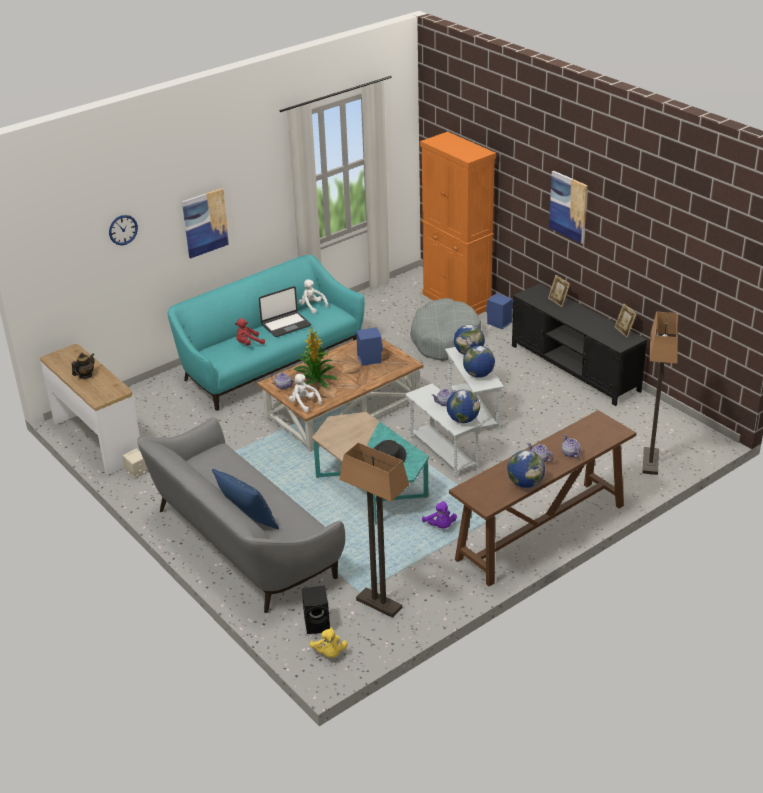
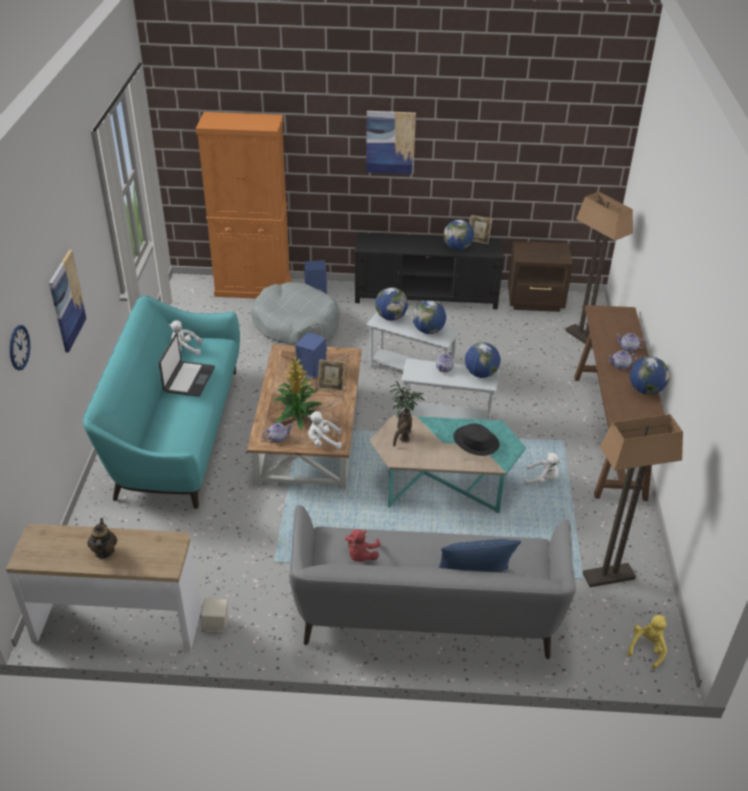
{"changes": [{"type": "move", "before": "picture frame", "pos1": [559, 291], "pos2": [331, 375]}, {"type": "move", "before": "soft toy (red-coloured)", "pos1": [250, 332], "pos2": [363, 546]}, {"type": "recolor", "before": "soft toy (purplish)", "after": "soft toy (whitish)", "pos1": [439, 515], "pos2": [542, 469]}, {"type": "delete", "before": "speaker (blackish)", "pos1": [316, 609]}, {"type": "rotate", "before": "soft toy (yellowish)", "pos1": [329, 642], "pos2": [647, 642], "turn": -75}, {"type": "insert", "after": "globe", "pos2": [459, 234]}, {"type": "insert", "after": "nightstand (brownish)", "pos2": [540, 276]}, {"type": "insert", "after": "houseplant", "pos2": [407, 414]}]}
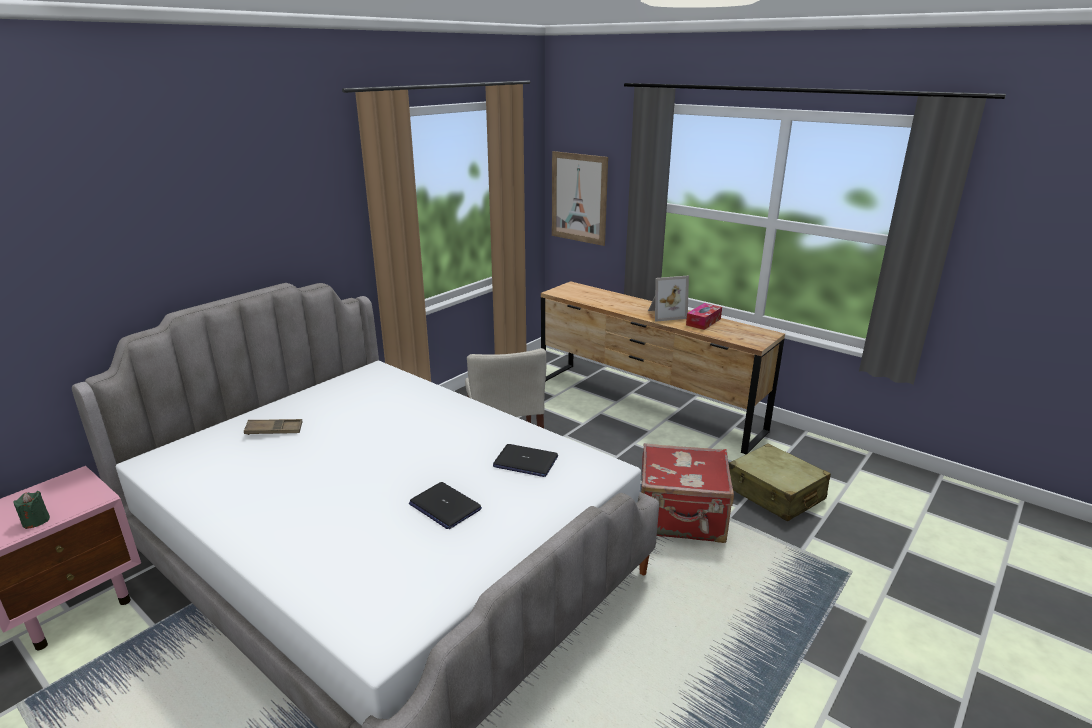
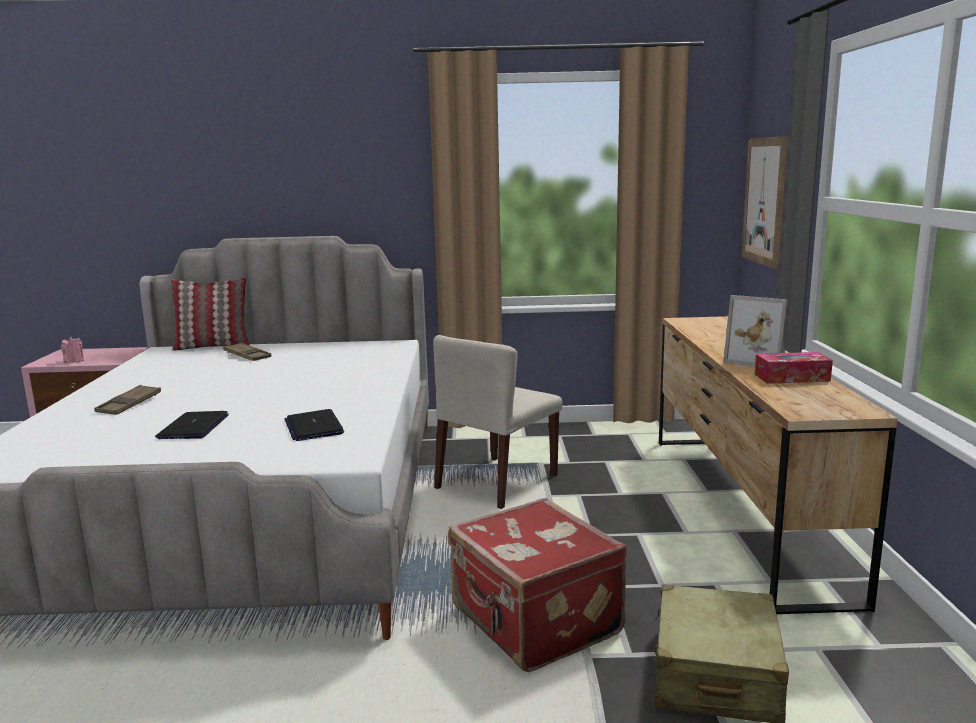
{"changes": [{"type": "recolor", "before": "candle (green-coloured)", "after": "candle (pink-coloured)", "pos1": [31, 510], "pos2": [72, 349]}, {"type": "insert", "after": "cushion", "pos2": [210, 314]}, {"type": "insert", "after": "tray (brownish)", "pos2": [127, 400]}]}
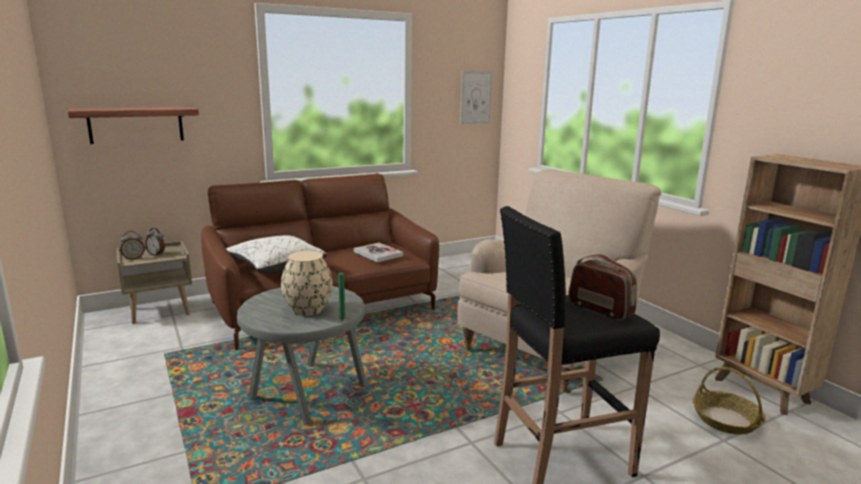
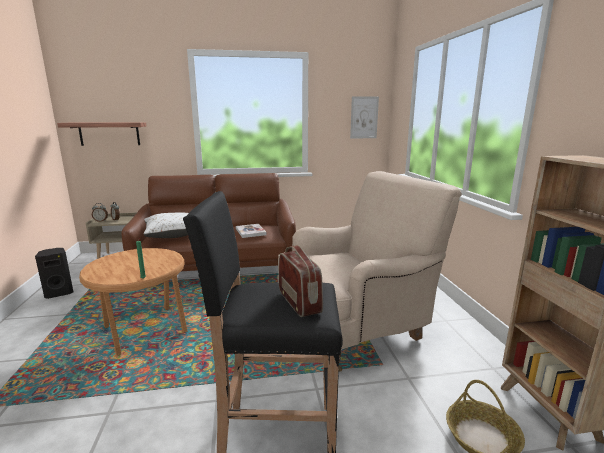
{"changes": [{"type": "delete", "before": "vase (beige-coloured)", "pos1": [307, 283]}, {"type": "recolor", "before": "side table (gray)", "after": "side table (brownish)", "pos1": [302, 355], "pos2": [133, 302]}, {"type": "insert", "after": "speaker (blackish)", "pos2": [54, 273]}]}
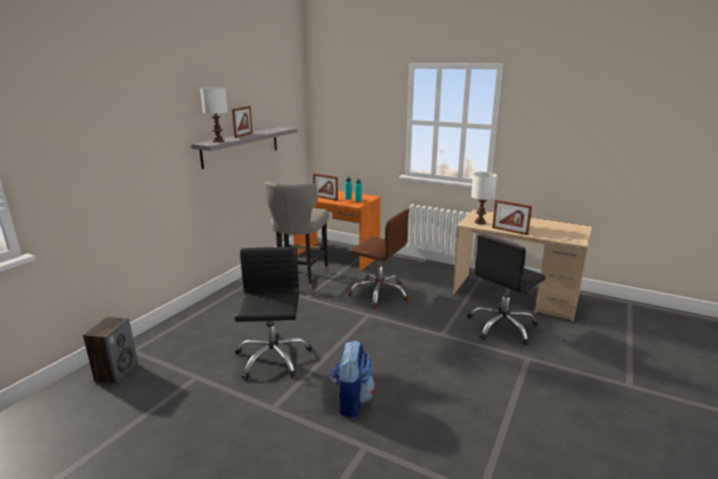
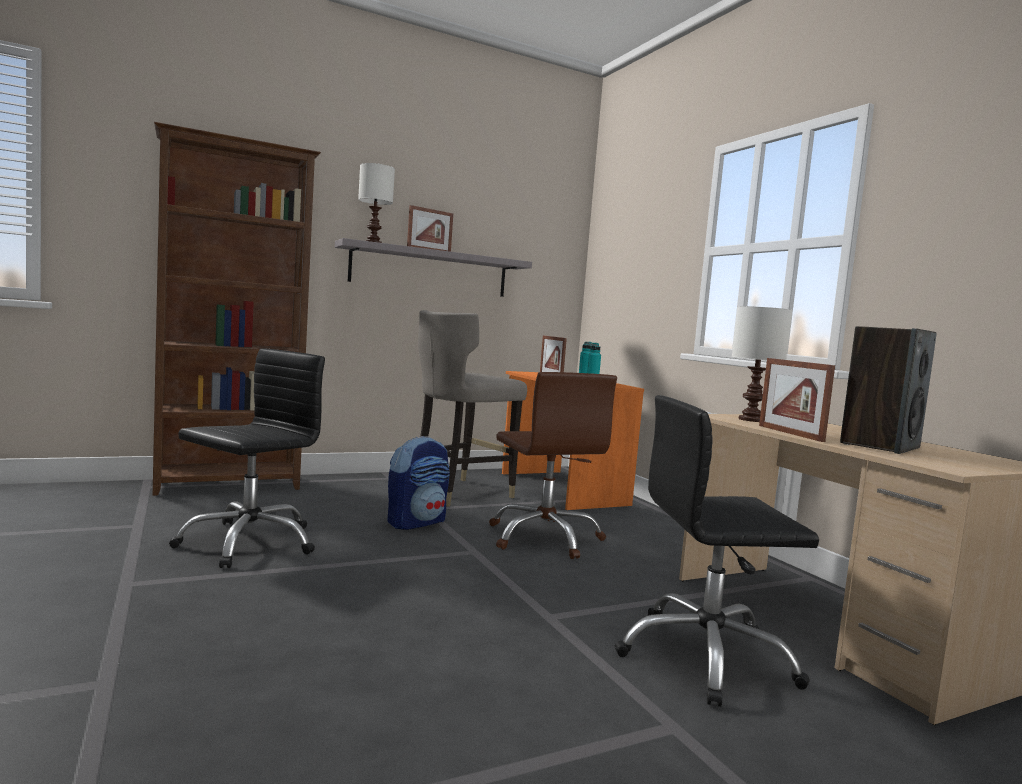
{"changes": [{"type": "move", "before": "speaker", "pos1": [110, 351], "pos2": [888, 390]}, {"type": "move", "before": "backpack", "pos1": [352, 379], "pos2": [418, 483]}, {"type": "insert", "after": "shelving unit (brownish)", "pos2": [237, 309]}]}
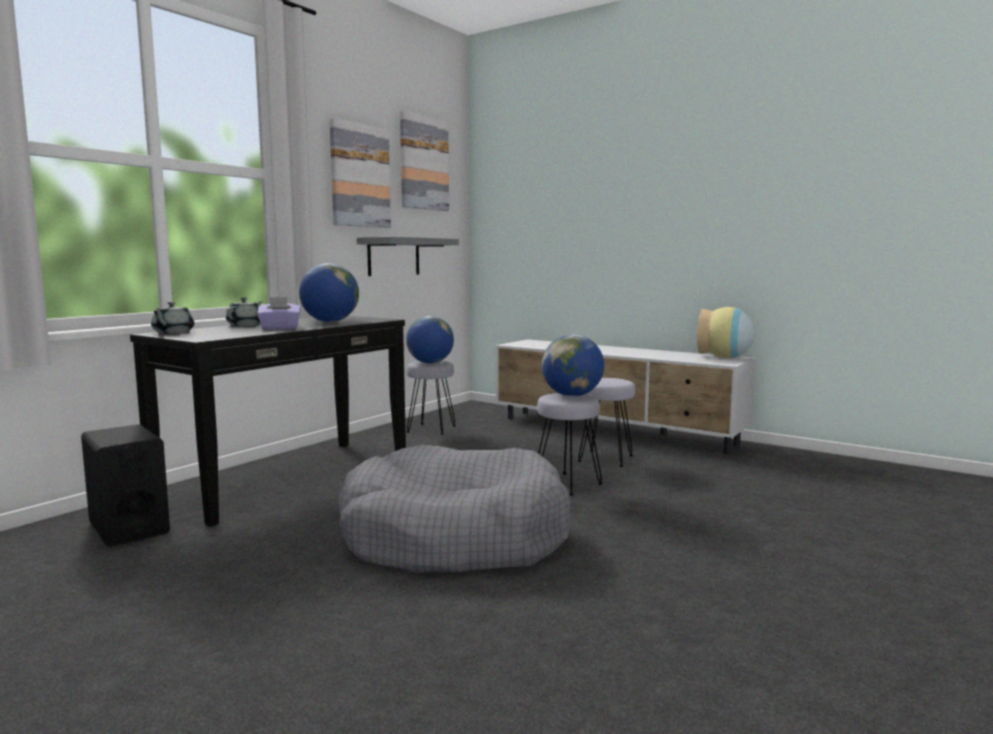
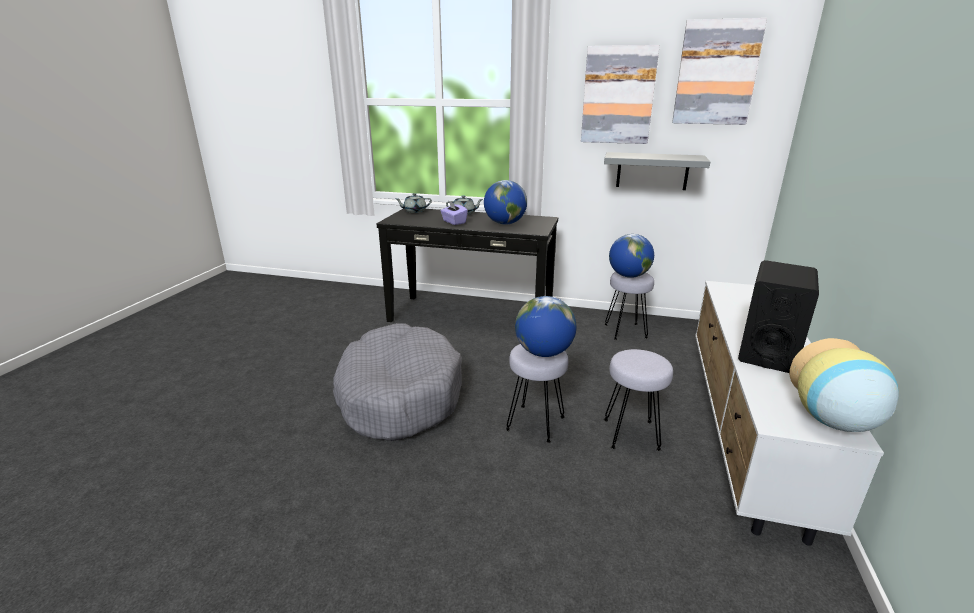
{"changes": [{"type": "move", "before": "speaker (blackish)", "pos1": [125, 485], "pos2": [778, 316]}]}
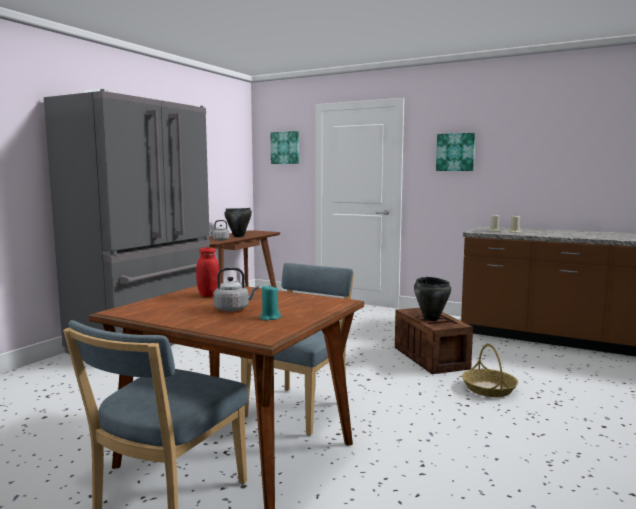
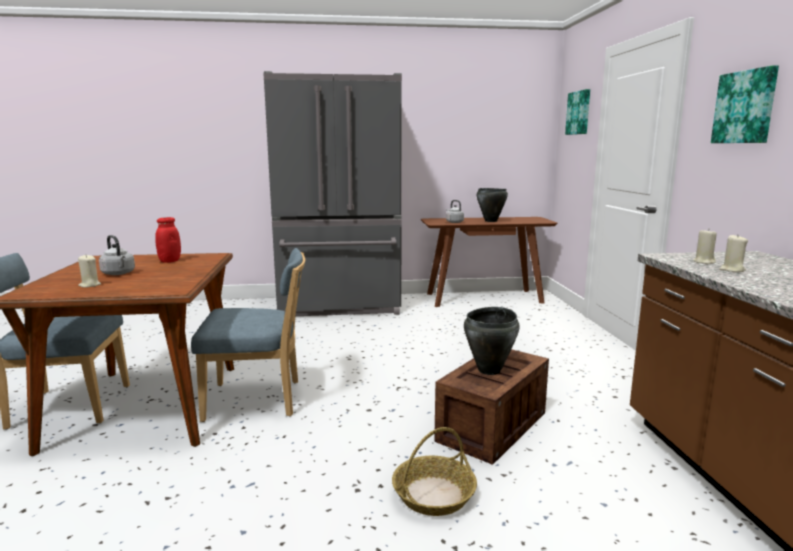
{"changes": [{"type": "recolor", "before": "candle (blue-green)", "after": "candle (beige-coloured)", "pos1": [270, 302], "pos2": [89, 271]}]}
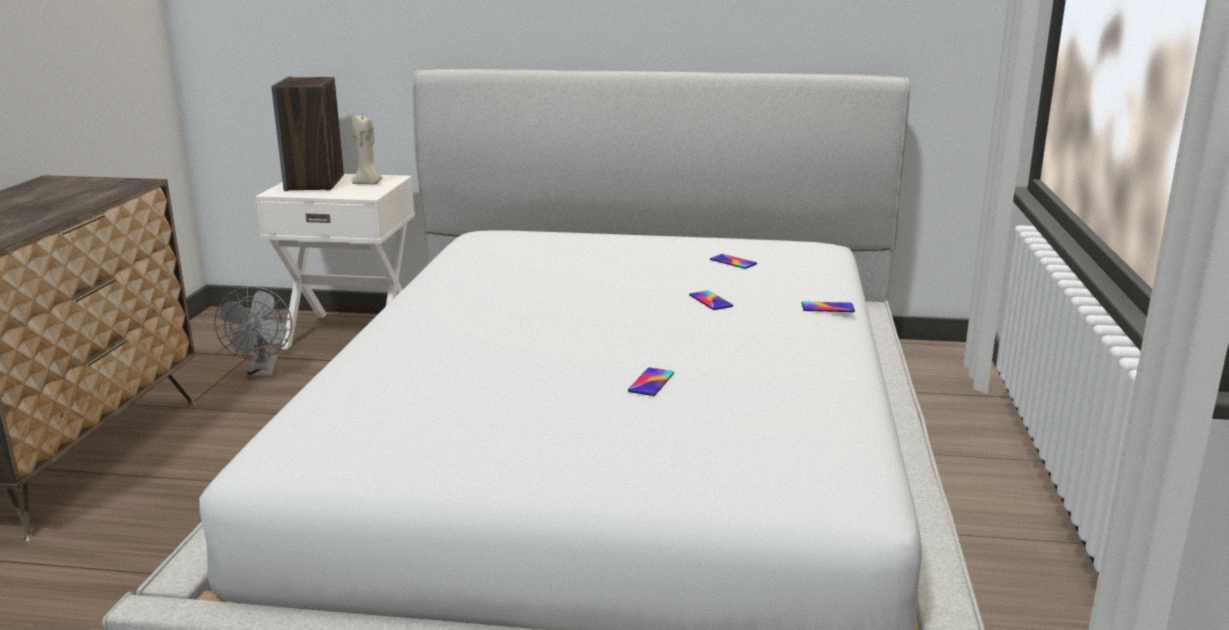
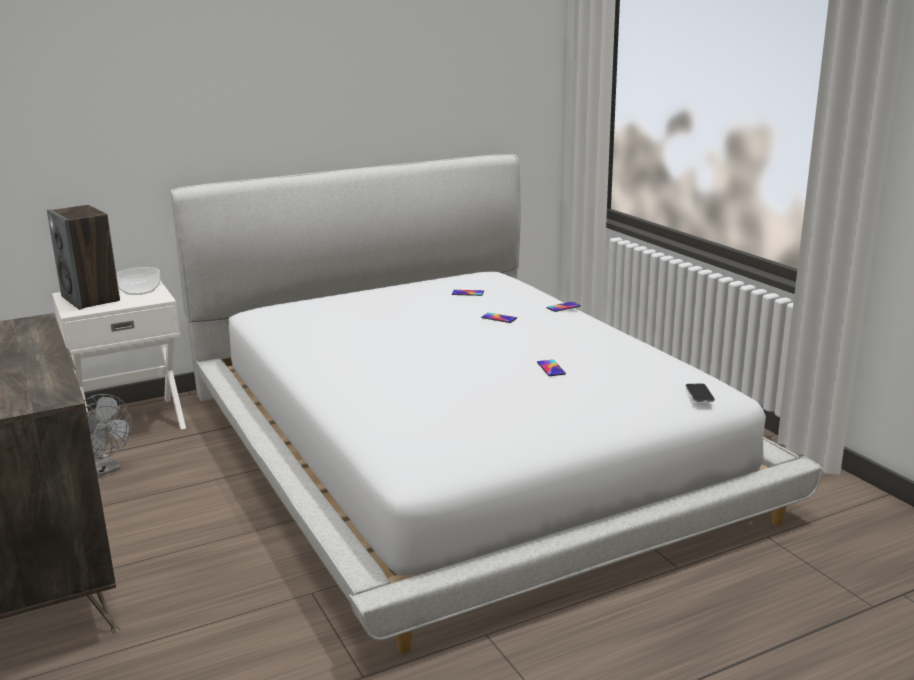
{"changes": [{"type": "replace", "before": "candle (beige-coloured)", "after": "deep dish", "pos1": [367, 149], "pos2": [138, 281]}, {"type": "insert", "after": "phone", "pos2": [700, 393]}]}
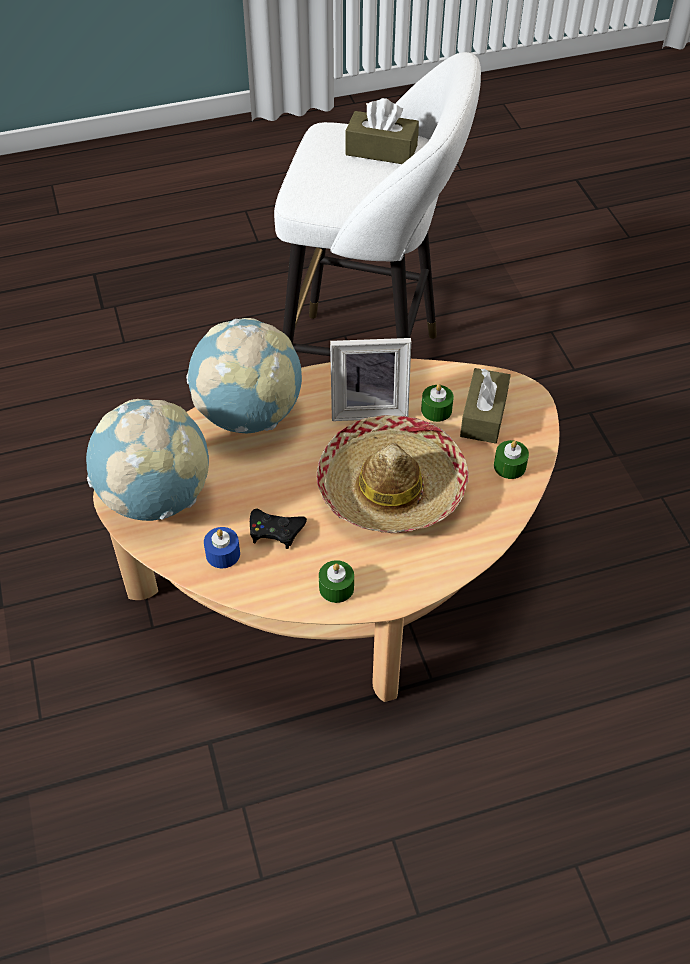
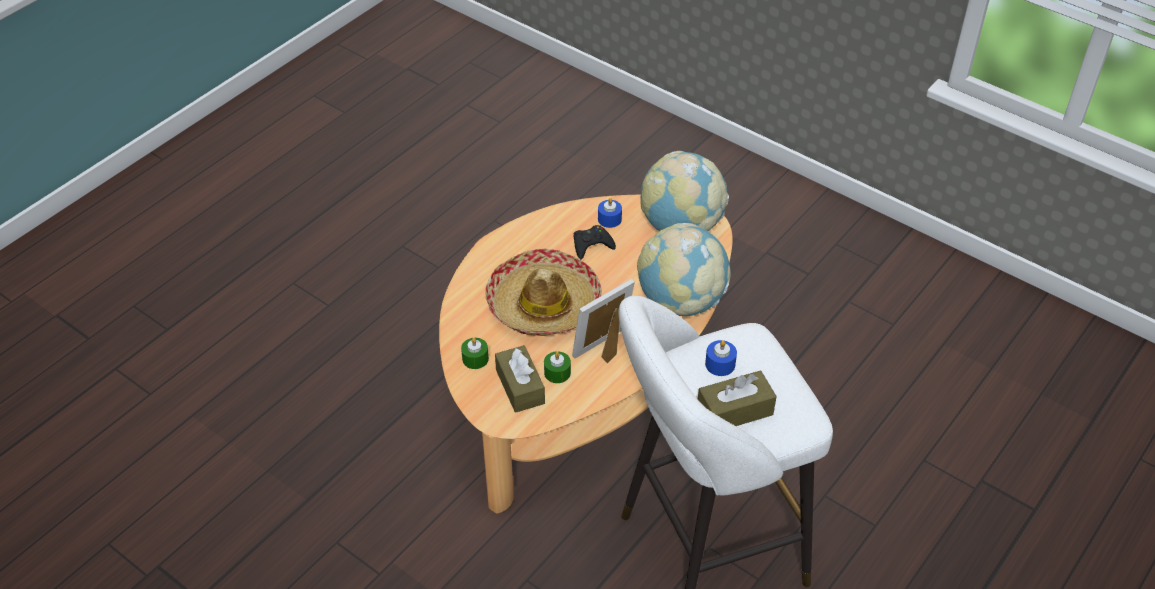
{"changes": [{"type": "delete", "before": "candle (green-coloured)", "pos1": [336, 581]}, {"type": "insert", "after": "candle (blue)", "pos2": [721, 358]}]}
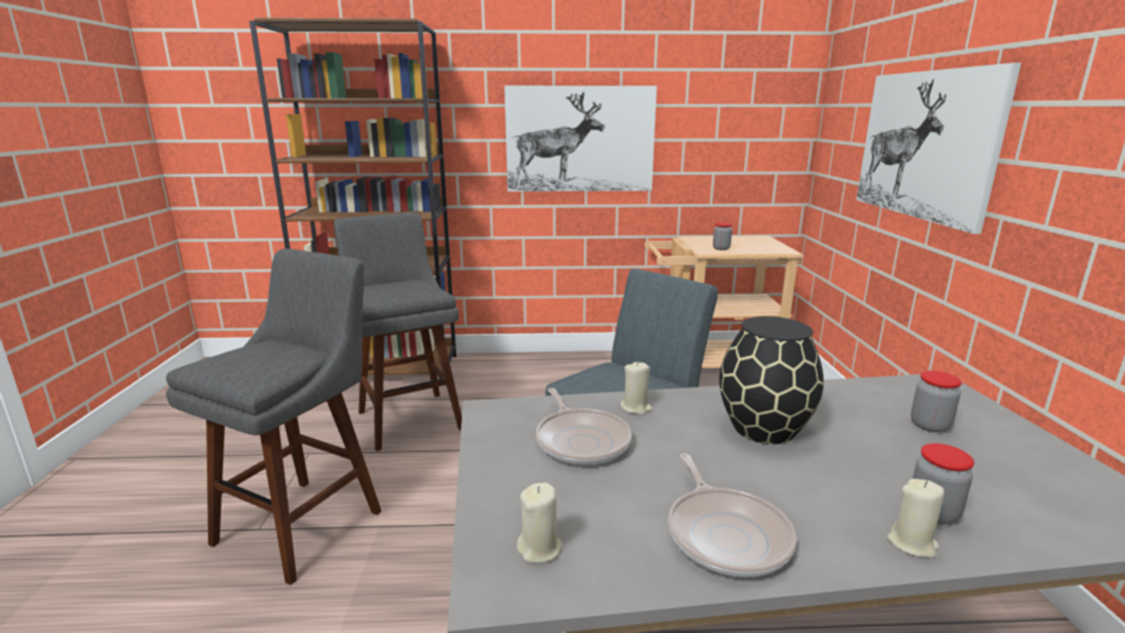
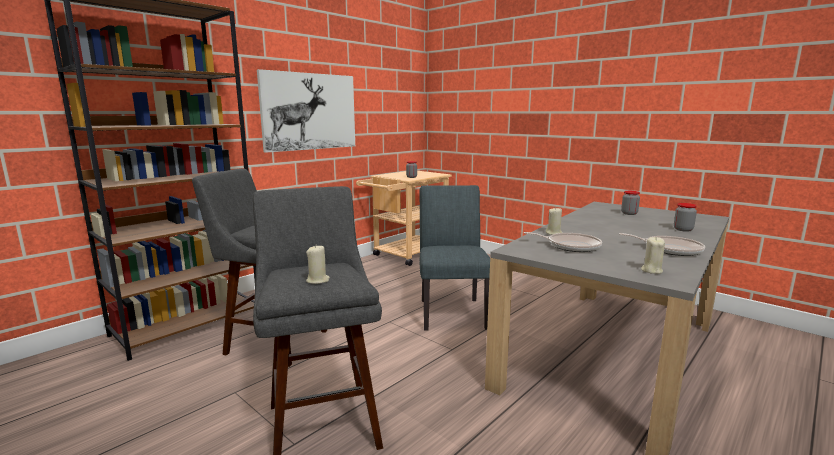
{"changes": [{"type": "delete", "before": "wall picture", "pos1": [938, 148]}, {"type": "delete", "before": "vase (blackish)", "pos1": [771, 380]}, {"type": "move", "before": "candle (beige-coloured)", "pos1": [915, 518], "pos2": [318, 264]}]}
